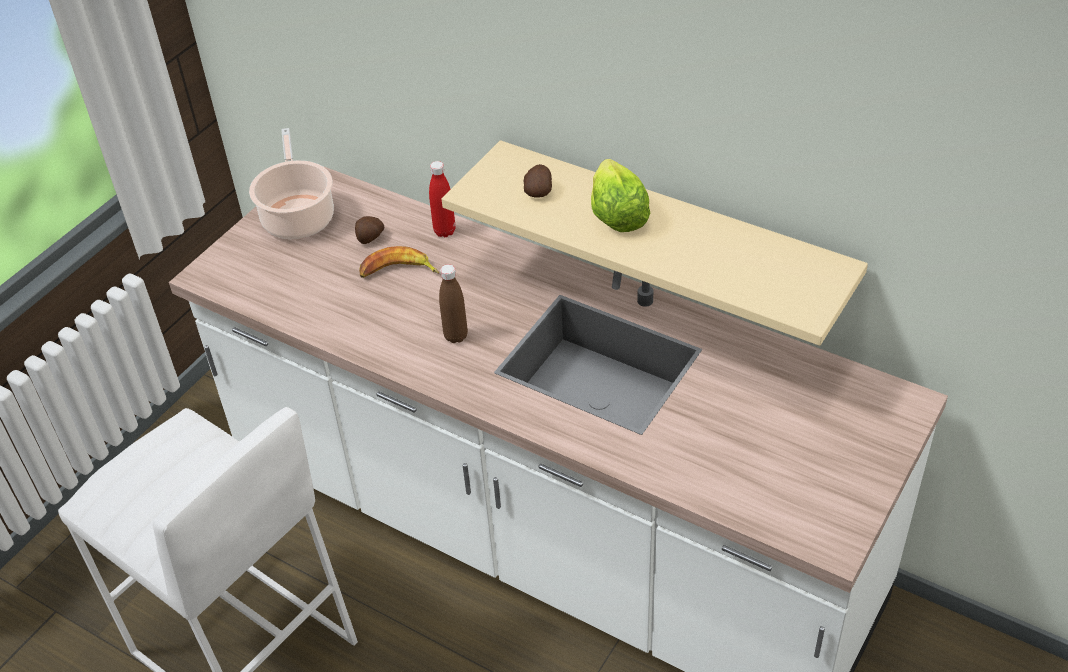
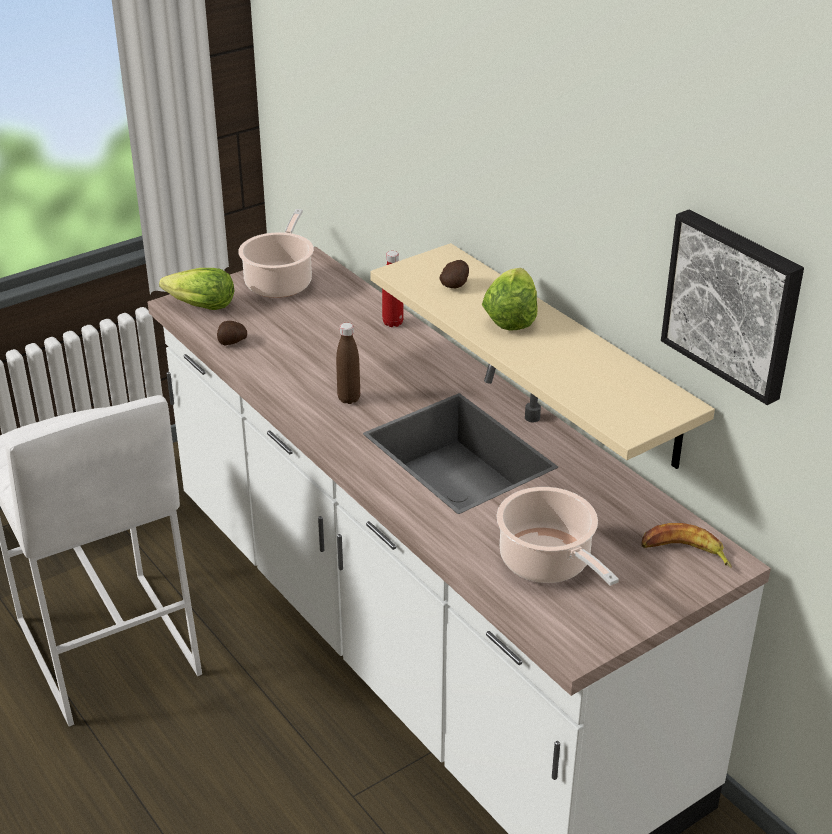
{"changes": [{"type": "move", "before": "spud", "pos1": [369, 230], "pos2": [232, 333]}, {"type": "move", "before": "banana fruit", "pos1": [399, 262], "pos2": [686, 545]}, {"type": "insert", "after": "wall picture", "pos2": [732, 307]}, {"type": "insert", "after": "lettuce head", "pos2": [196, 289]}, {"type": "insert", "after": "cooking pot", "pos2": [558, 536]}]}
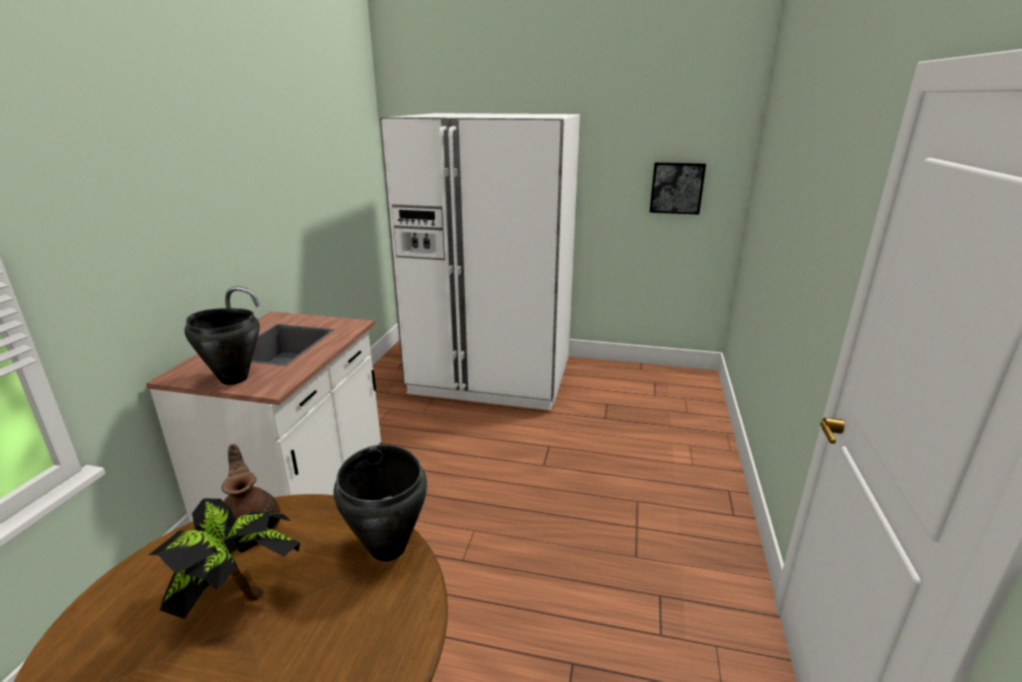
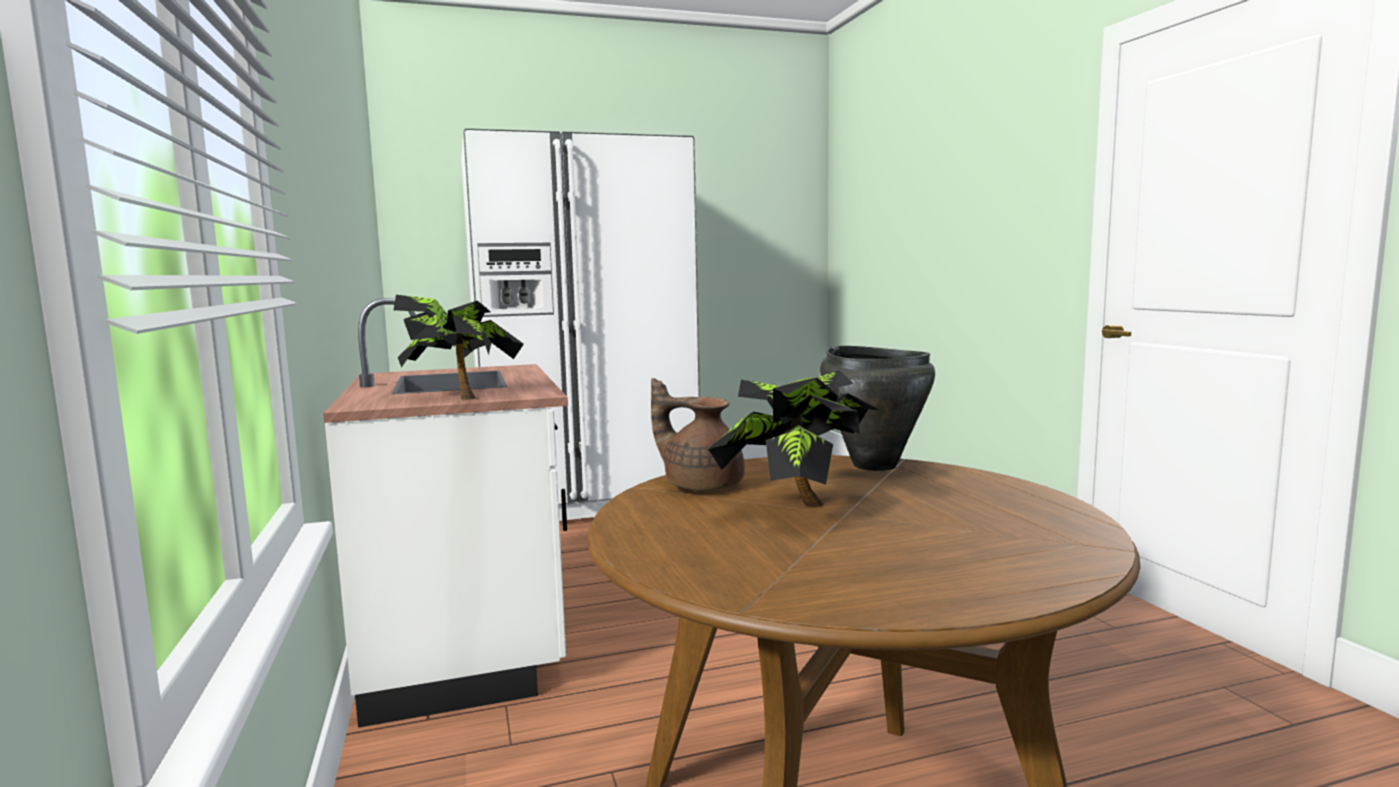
{"changes": [{"type": "delete", "before": "wall picture", "pos1": [678, 188]}, {"type": "replace", "before": "cooking pot (blackish)", "after": "houseplant", "pos1": [222, 346], "pos2": [459, 347]}]}
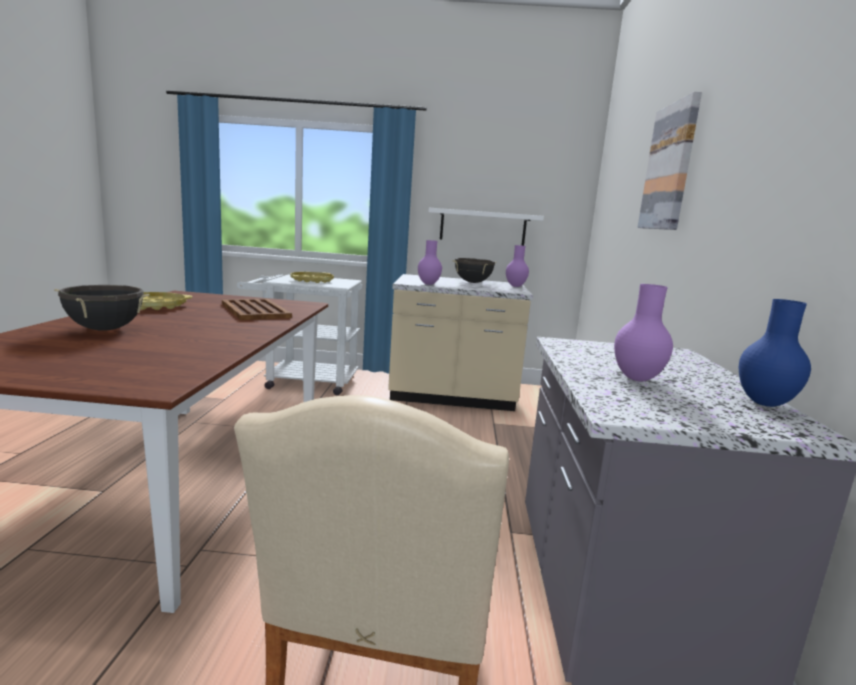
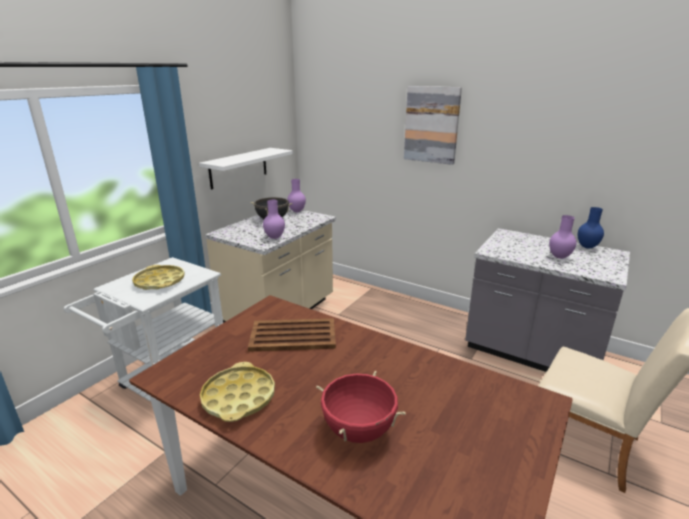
{"changes": [{"type": "recolor", "before": "cooking pot (blackish)", "after": "cooking pot (red-coloured)", "pos1": [102, 308], "pos2": [361, 407]}]}
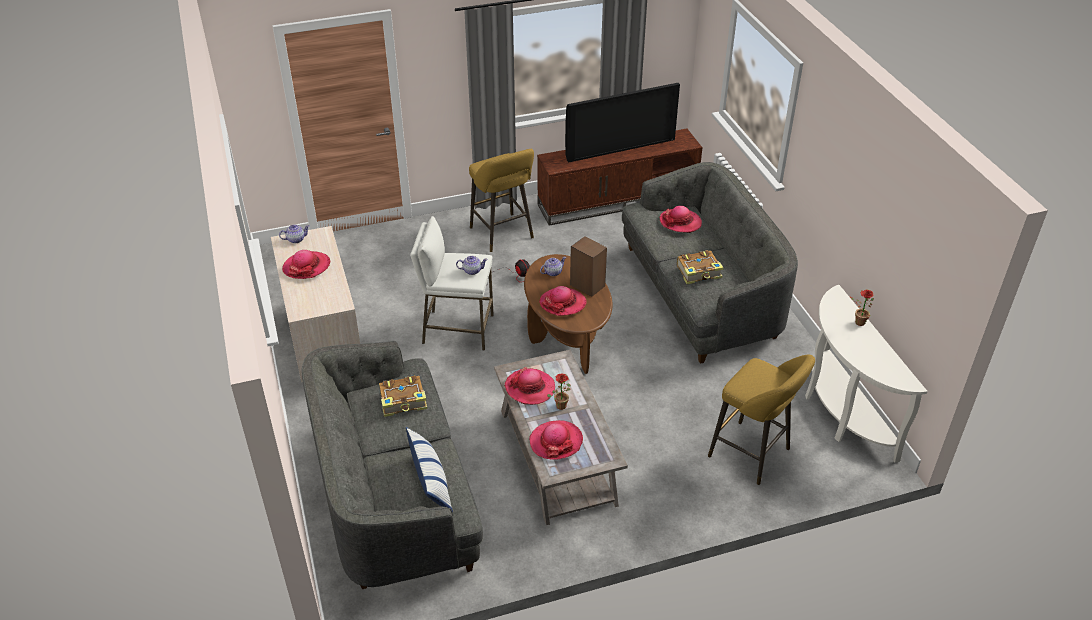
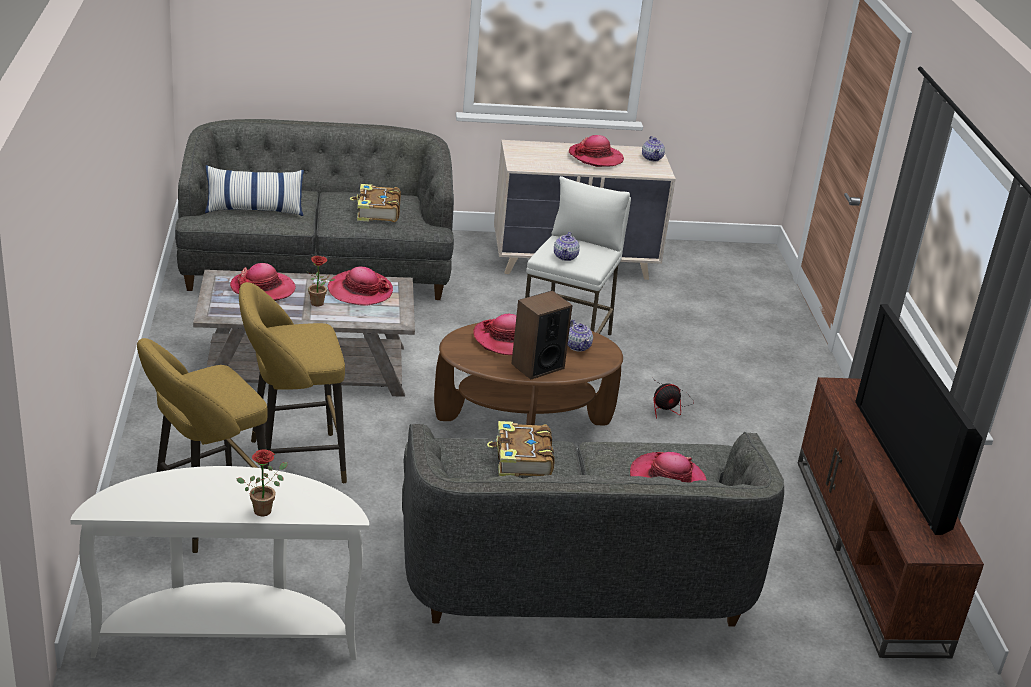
{"changes": [{"type": "move", "before": "stool seat (yellowish)", "pos1": [501, 200], "pos2": [293, 382]}]}
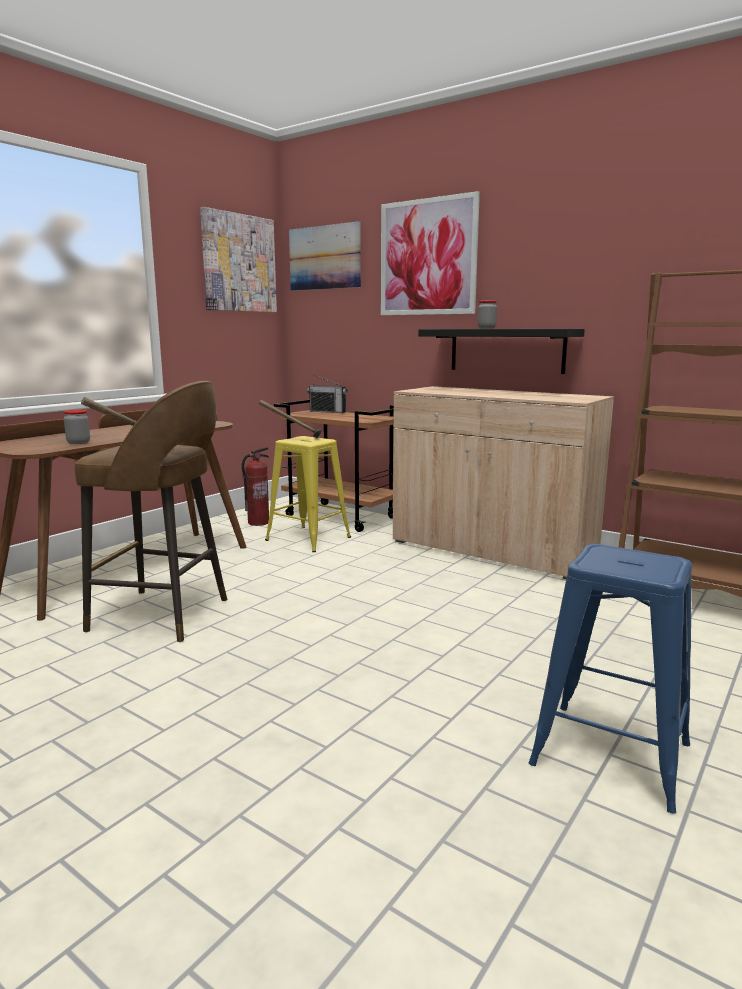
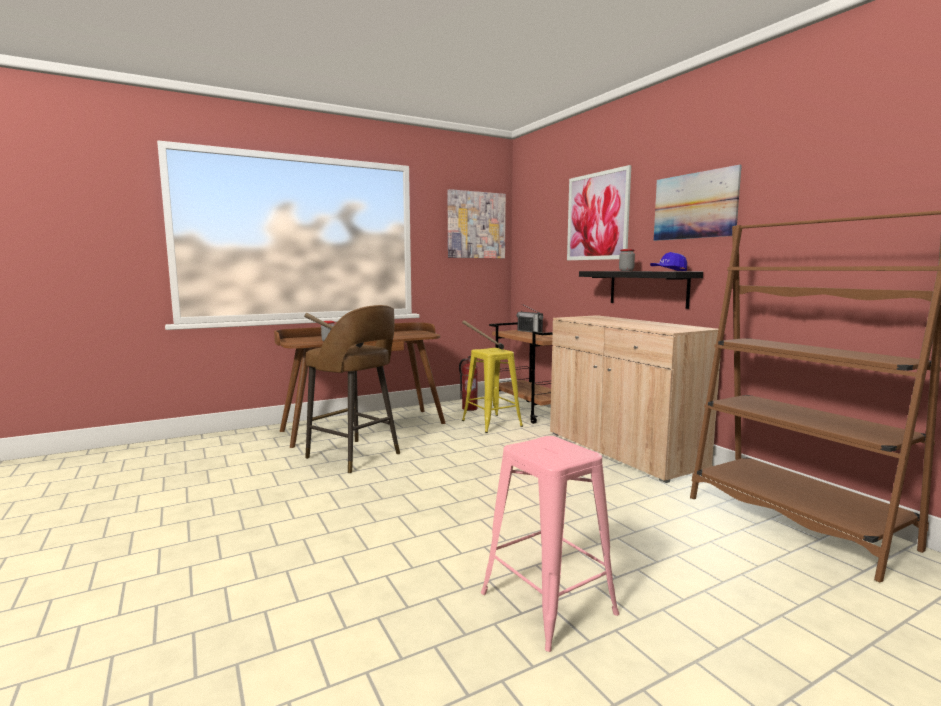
{"changes": [{"type": "move", "before": "wall picture", "pos1": [325, 256], "pos2": [698, 203]}, {"type": "recolor", "before": "stool seat (blue)", "after": "stool seat (pink-coloured)", "pos1": [610, 678], "pos2": [550, 544]}, {"type": "insert", "after": "cap (blue)", "pos2": [668, 261]}]}
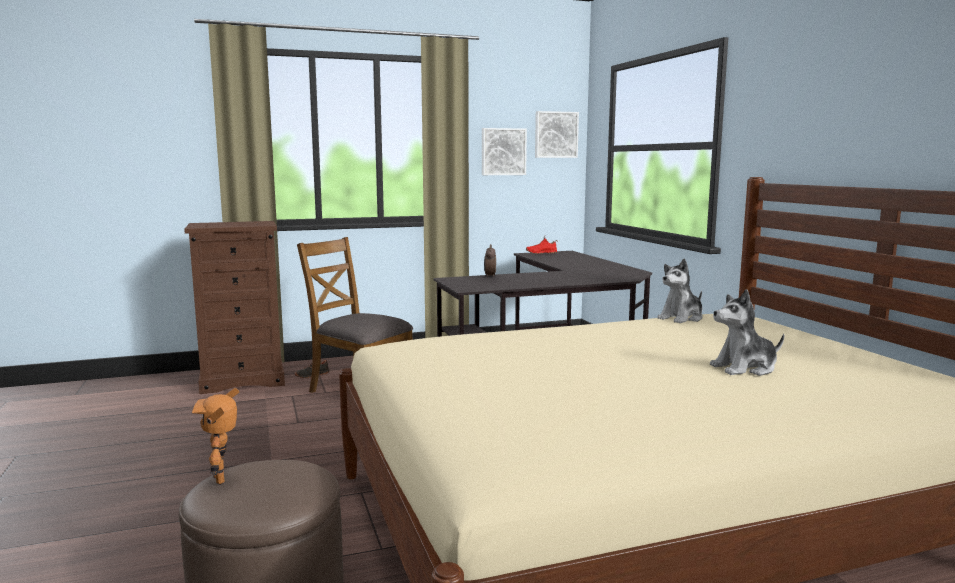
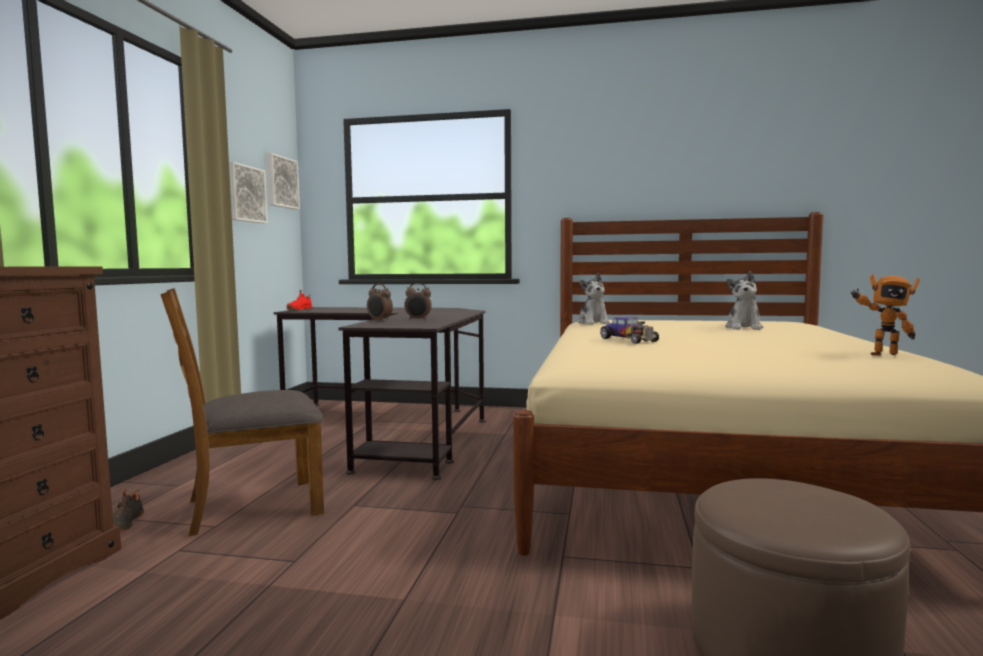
{"changes": [{"type": "move", "before": "robot figure", "pos1": [215, 436], "pos2": [885, 314]}, {"type": "insert", "after": "table clock", "pos2": [418, 301]}, {"type": "insert", "after": "toy car", "pos2": [629, 330]}]}
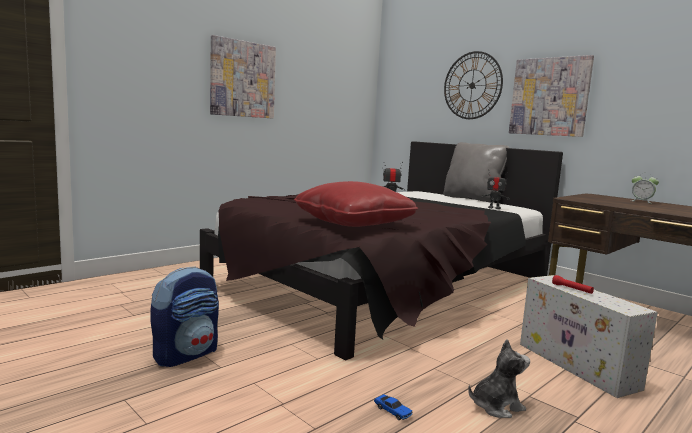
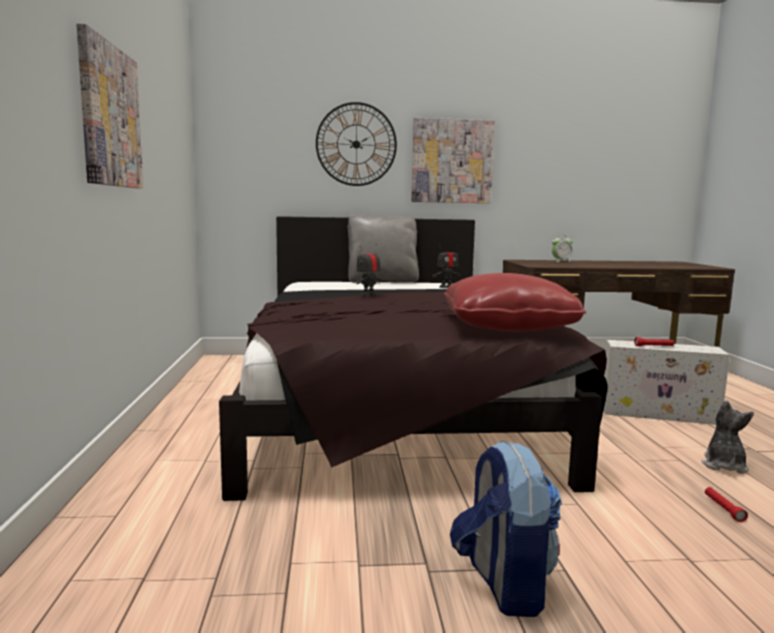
{"changes": [{"type": "replace", "before": "toy car", "after": "torch (red-coloured)", "pos1": [393, 407], "pos2": [726, 504]}]}
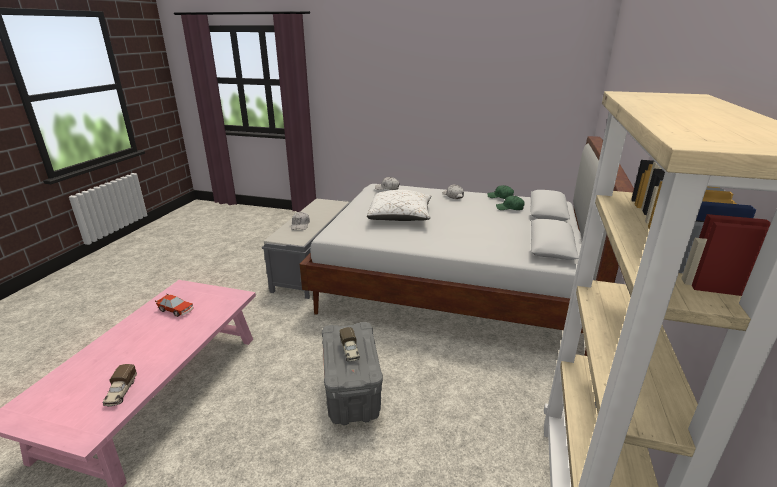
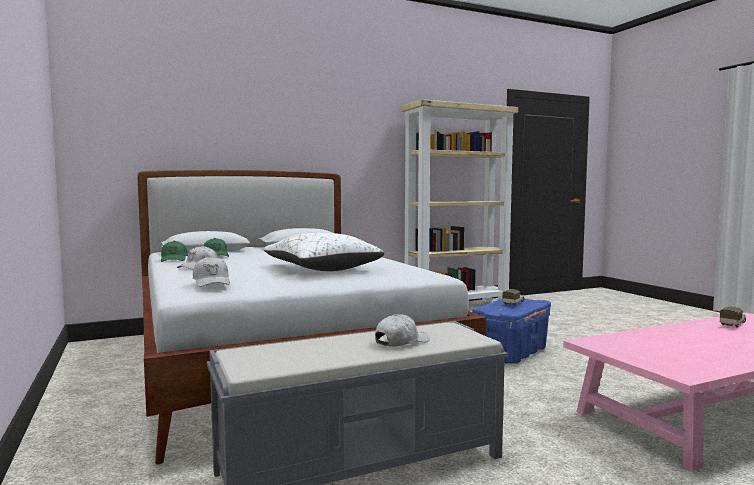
{"changes": [{"type": "delete", "before": "toy car", "pos1": [174, 305]}, {"type": "recolor", "before": "storage bin (gray)", "after": "storage bin (blue)", "pos1": [352, 373], "pos2": [511, 331]}]}
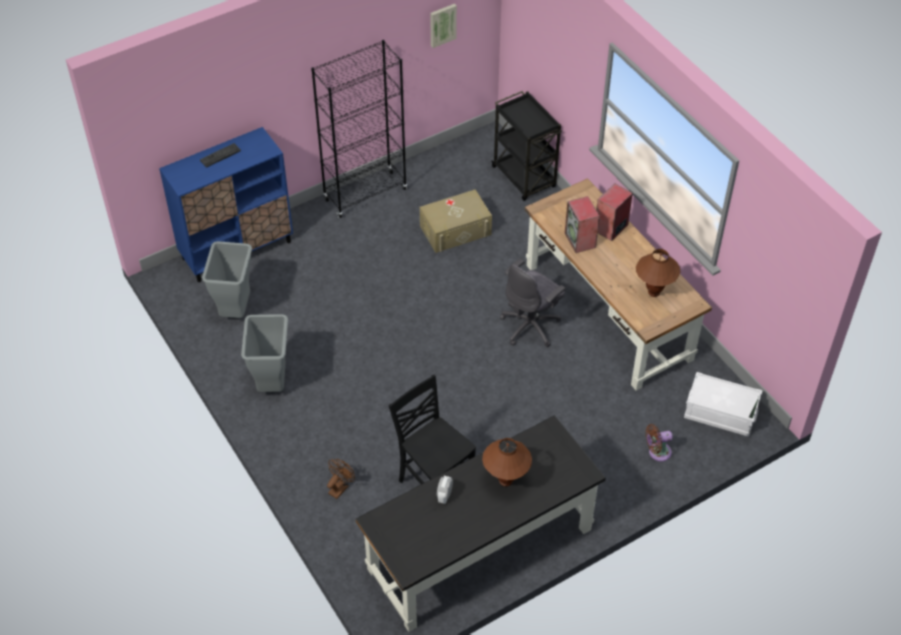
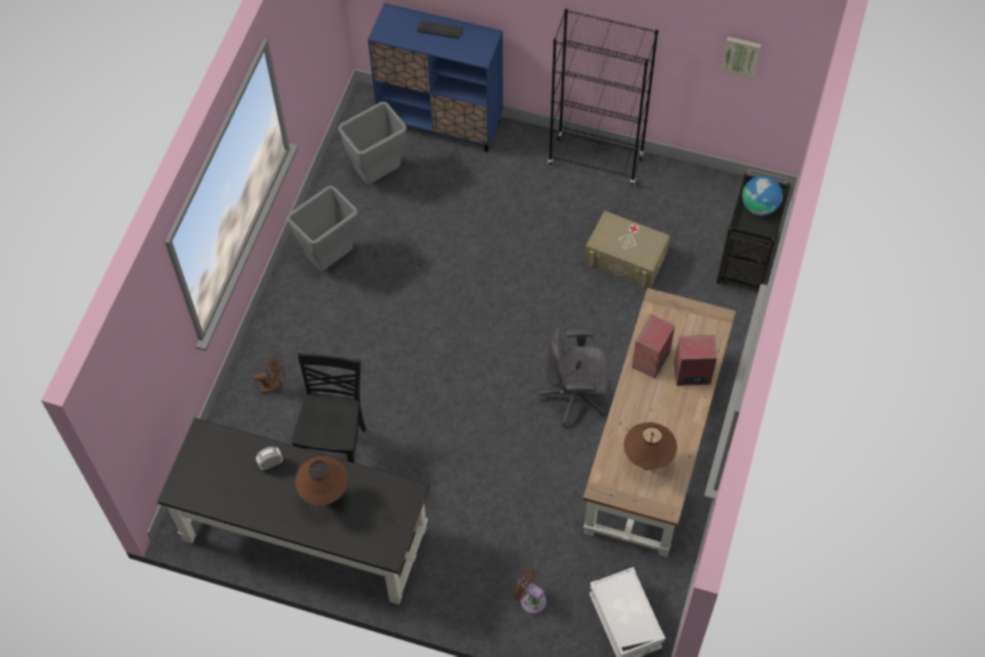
{"changes": [{"type": "insert", "after": "globe", "pos2": [762, 196]}]}
